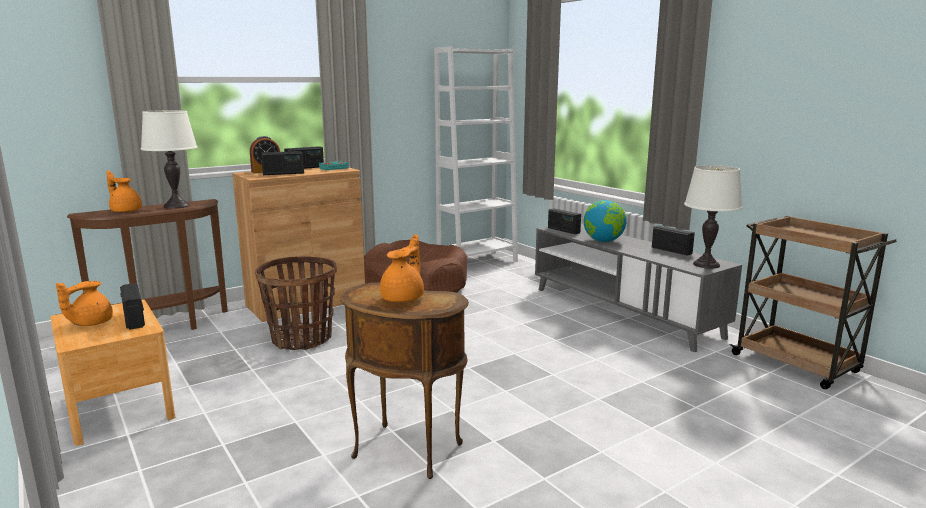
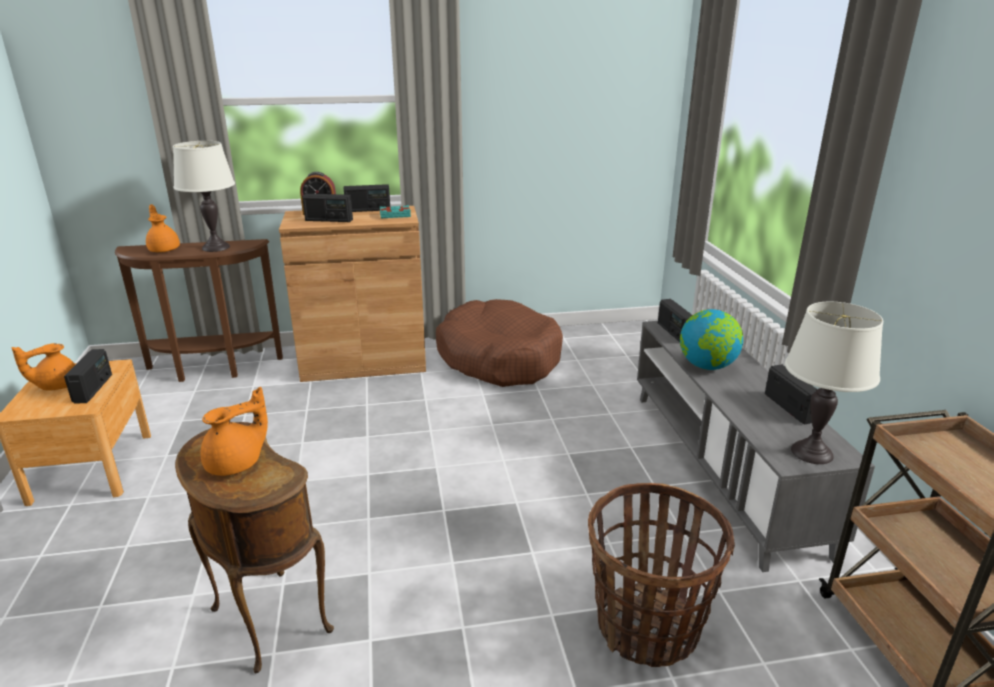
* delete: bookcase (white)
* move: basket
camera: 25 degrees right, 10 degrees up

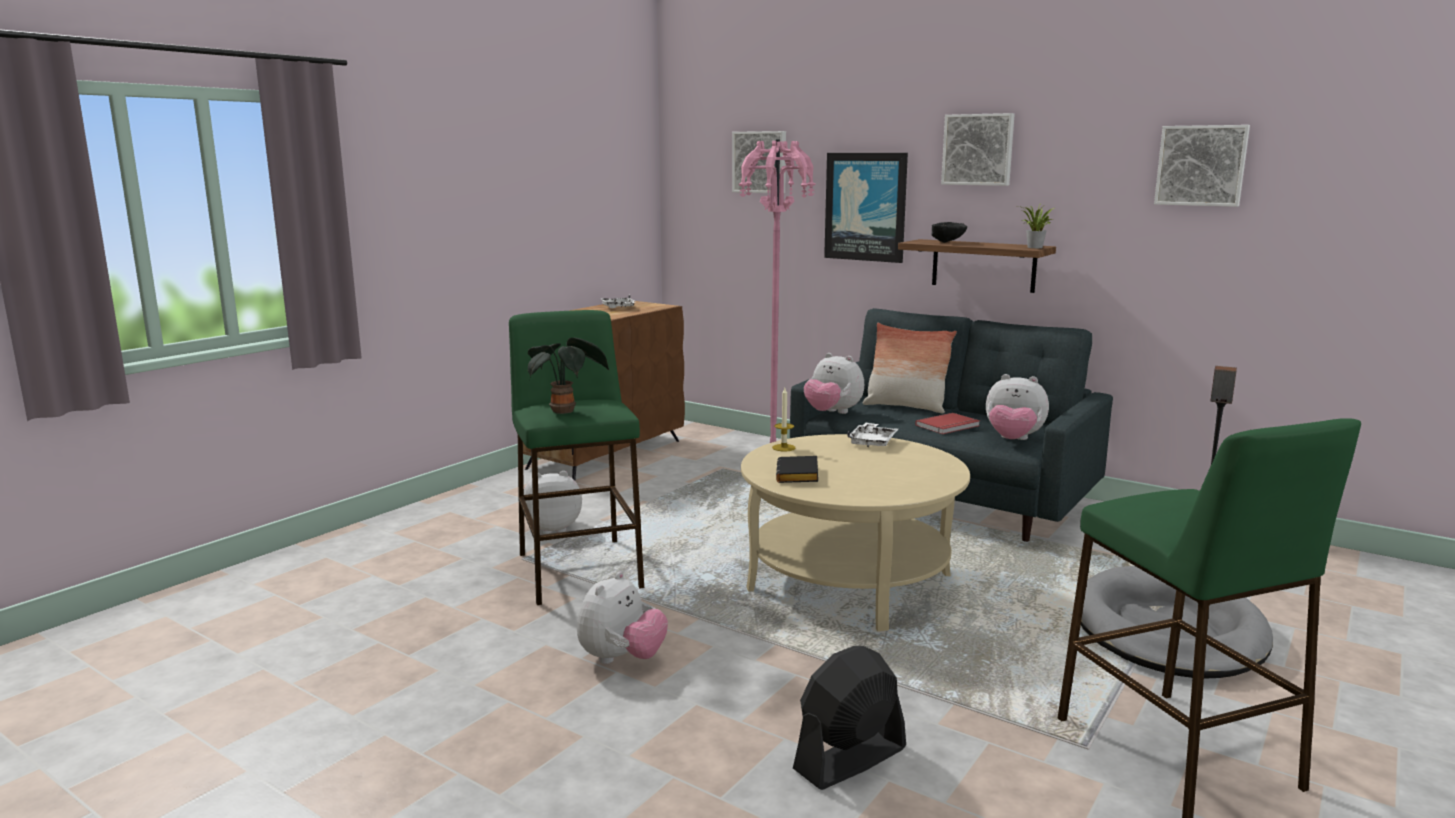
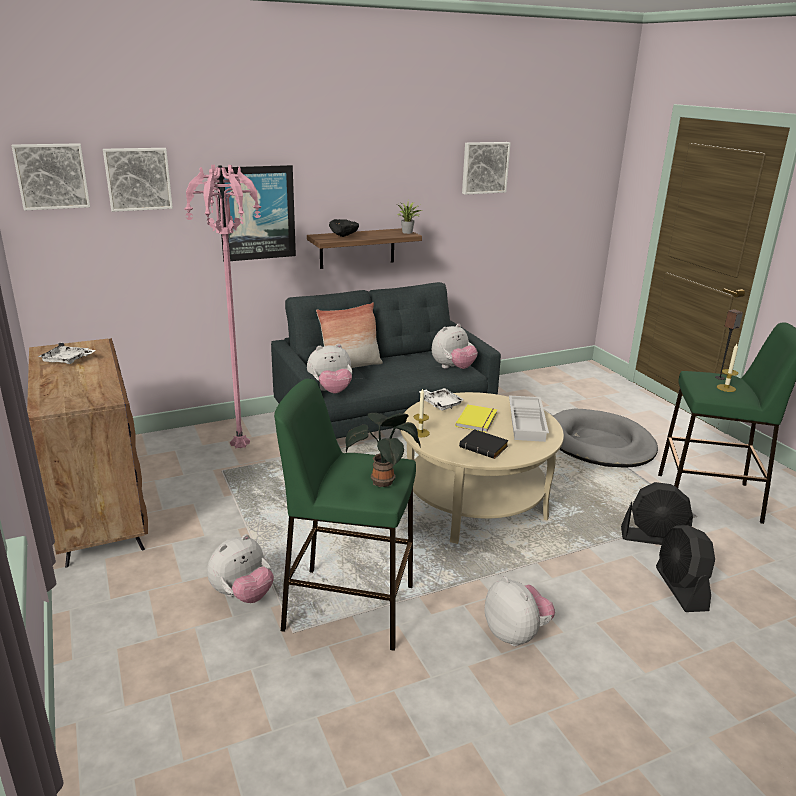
* move: picture (3rd from left in the first image) to picture (1st from left)
* delete: book (red)
* rotate: plush toy (1st from left) 150 degrees counterclockwise
* insert: candle (2nd from left)
* insert: tray (white) (3rd from left)
* insert: book (yellow)
* insert: fan (black) (1st from left)
camera: 60 degrees left, 10 degrees up

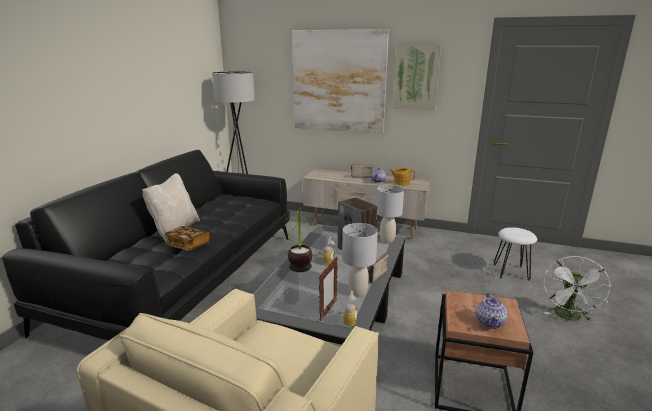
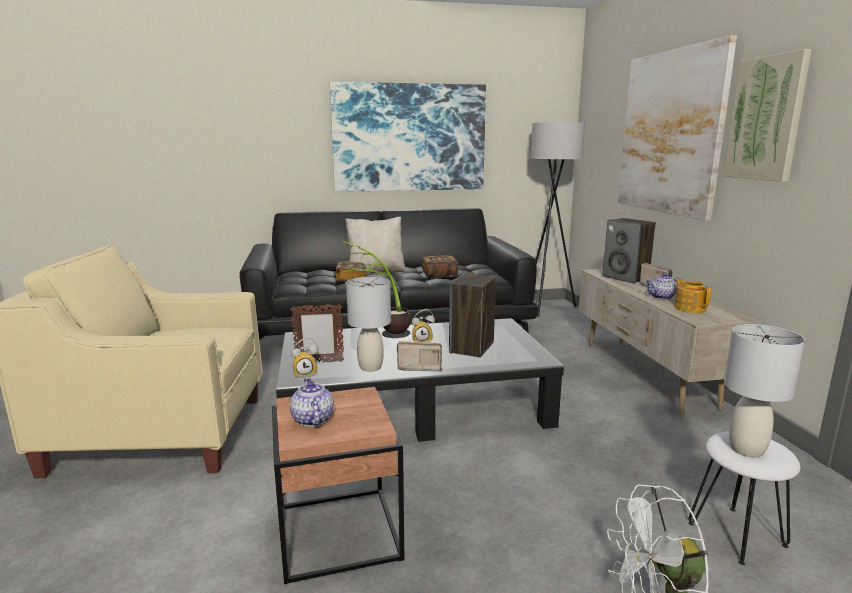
* move: table lamp (grey) (2nd from left)
* rotate: teapot (3rd from left in the first image) 90 degrees clockwise
* insert: picture (1st from left)
* insert: speaker (2nd from left)
* insert: book (2nd from left)
camera: 60 degrees right, 5 degrees down

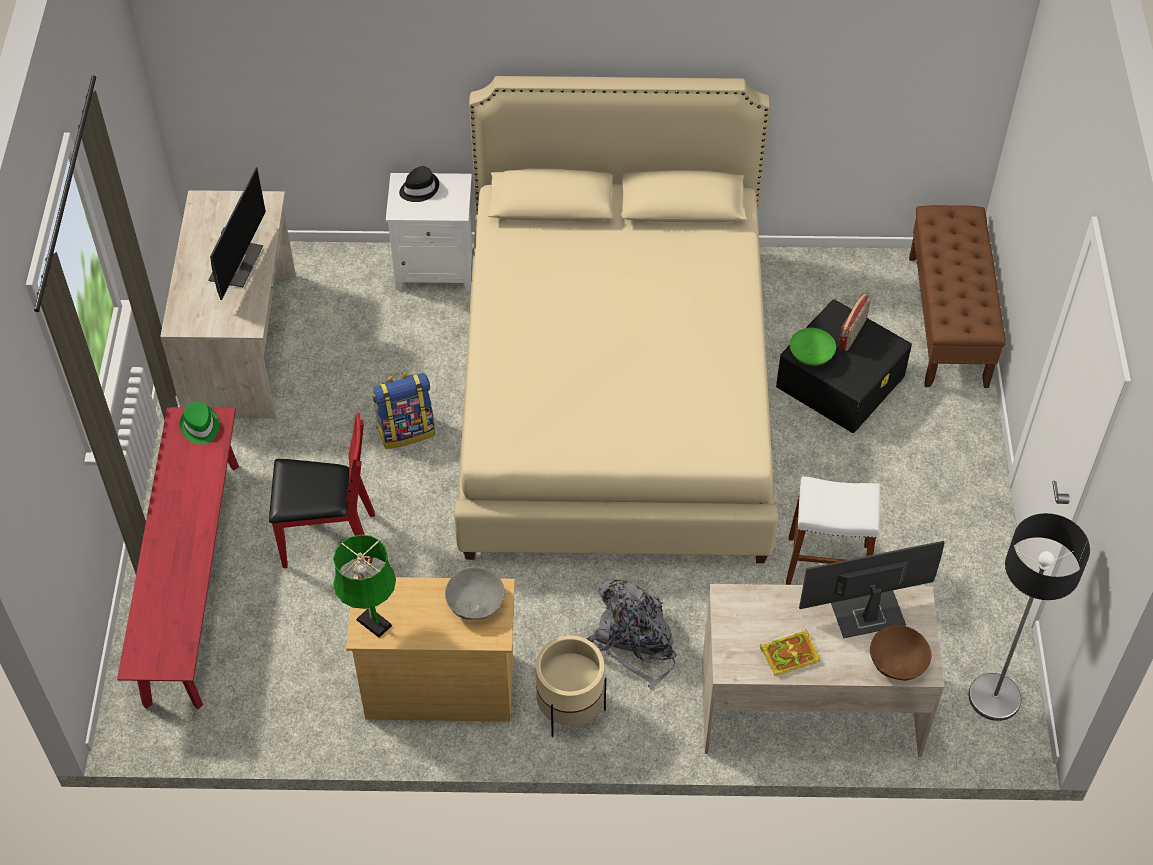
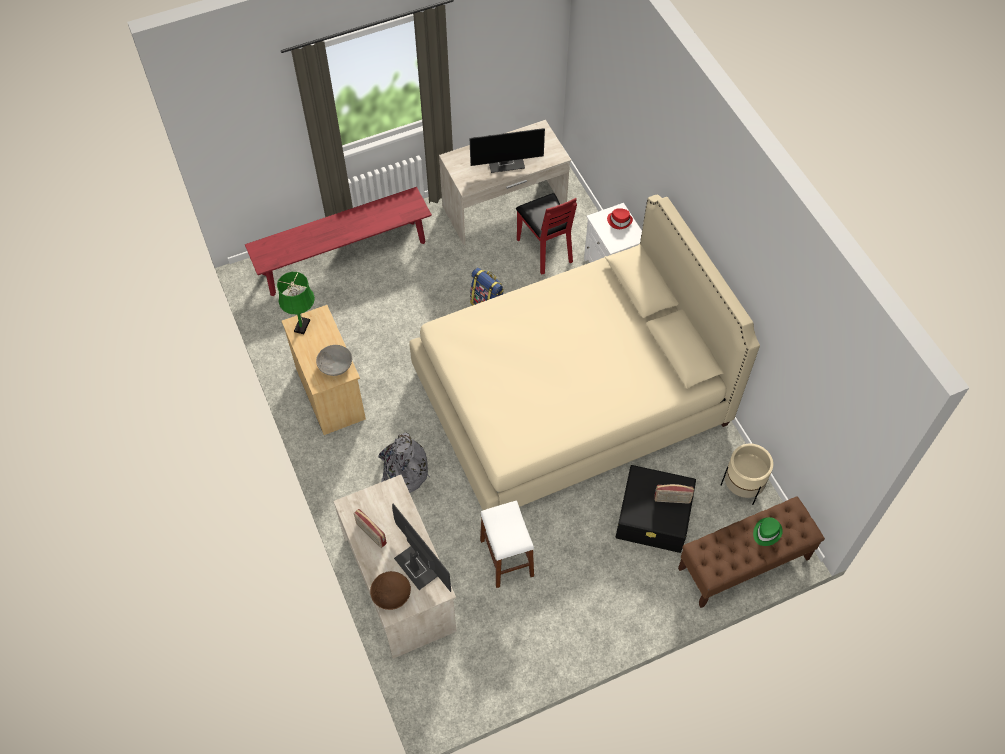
* recolor: hat (black) to hat (red)
* delete: bowl (green)
* move: hat (green)
* move: chair (red)
* delete: floor lamp
* replace: book to radio (1st from left)
* move: planter (beige)
camera: 65 degrees right, 5 degrees up

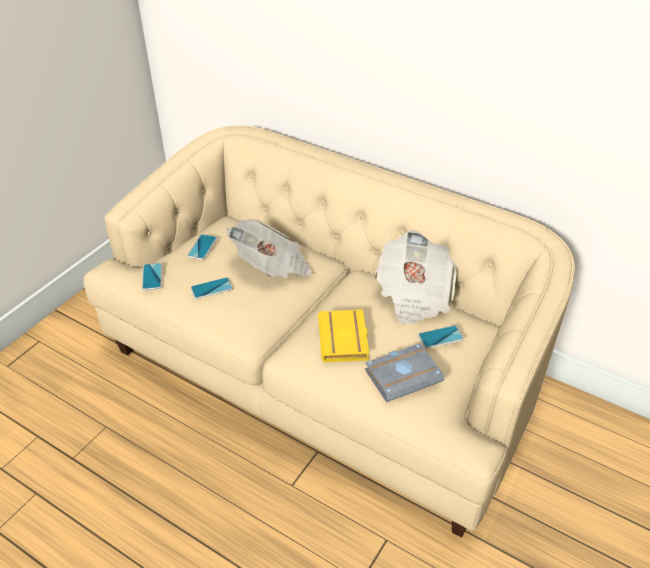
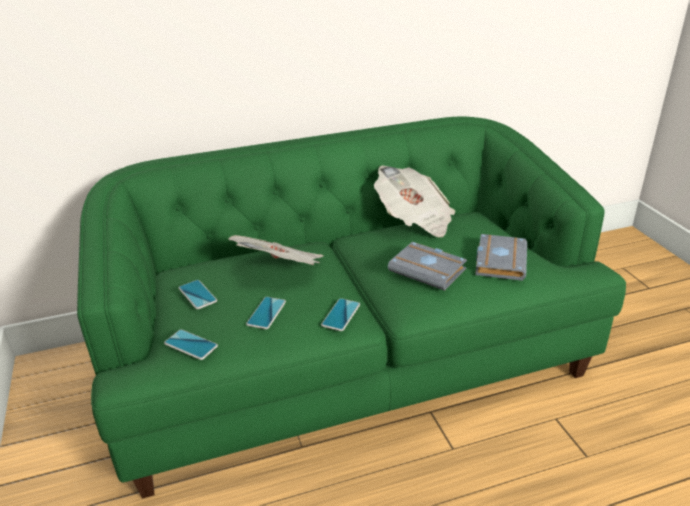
* recolor: sofa (beige) to sofa (green)
* recolor: book (yellow) to book (grey) (1st from left)
* move: phone (4th from left)
camera: 50 degrees left, 10 degrees down

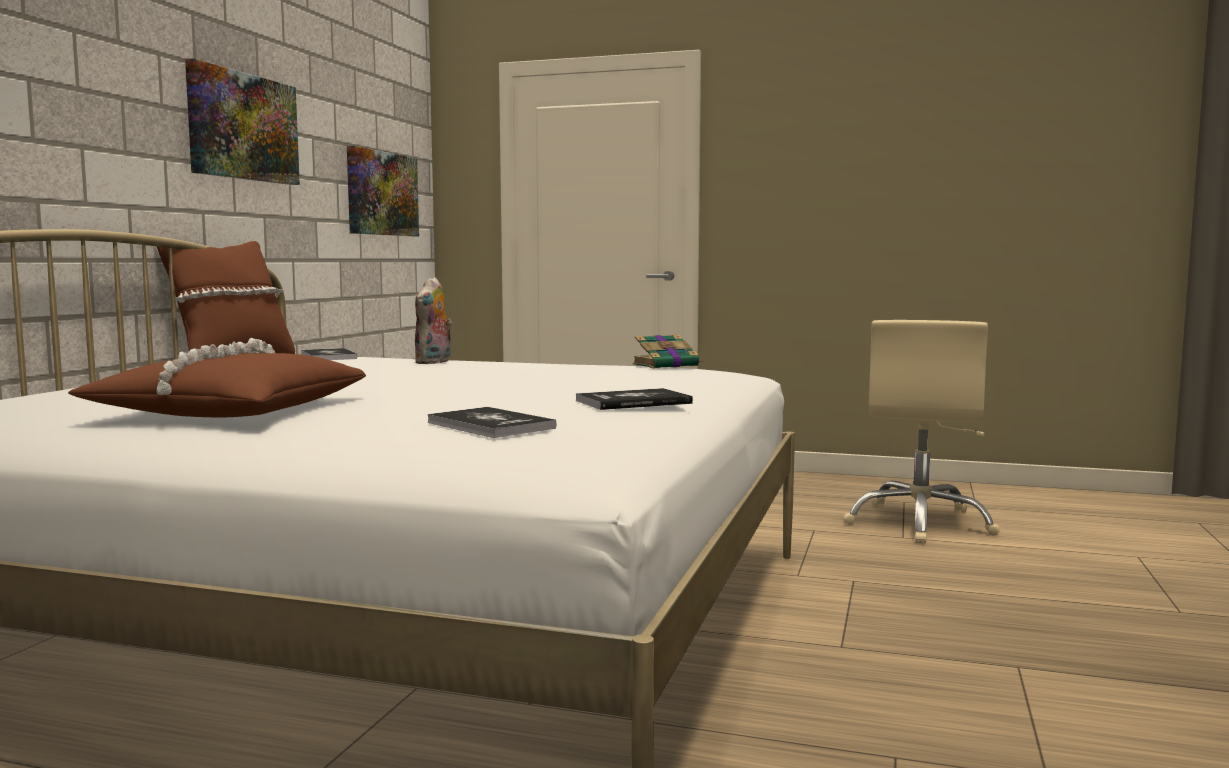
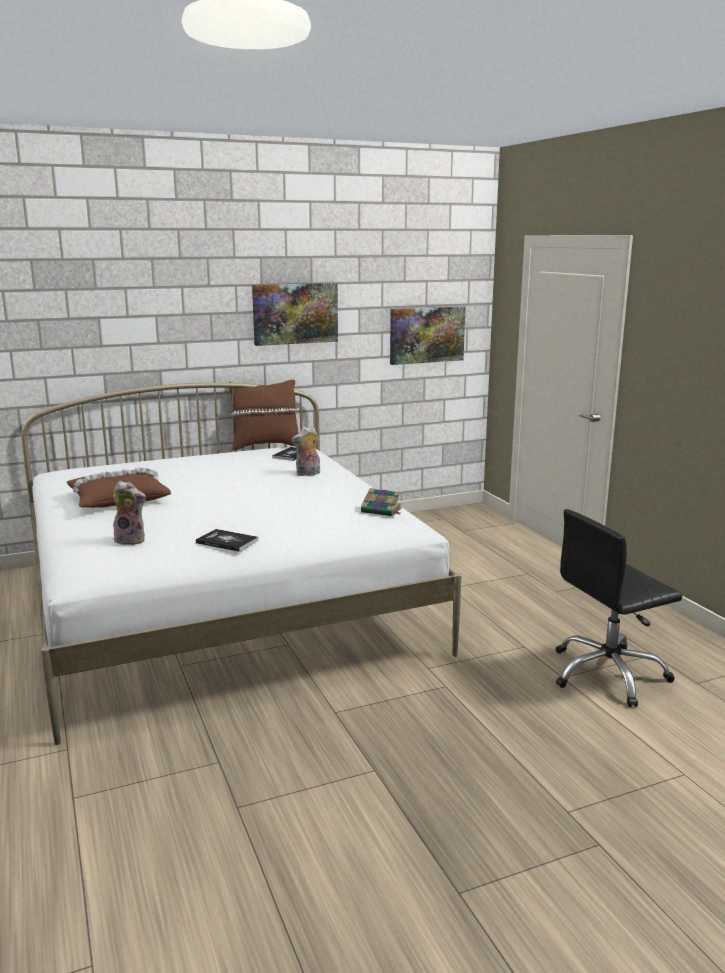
* recolor: office chair (beige) to office chair (black)
* replace: book (2nd from left) to plush toy (1st from left)
camera: 50 degrees right, 10 degrees up

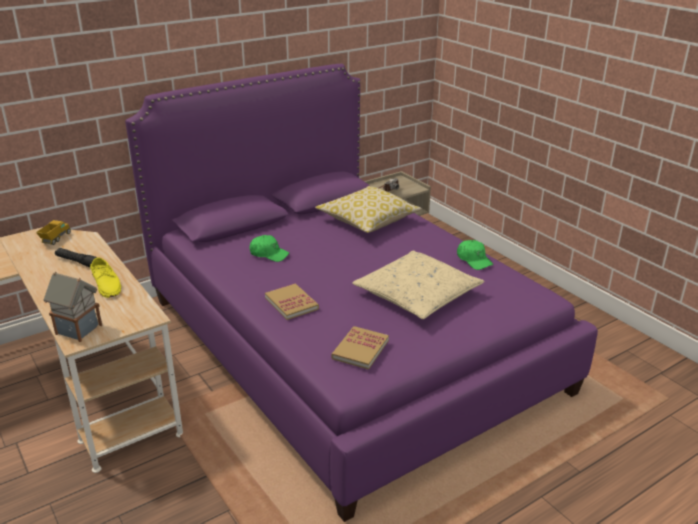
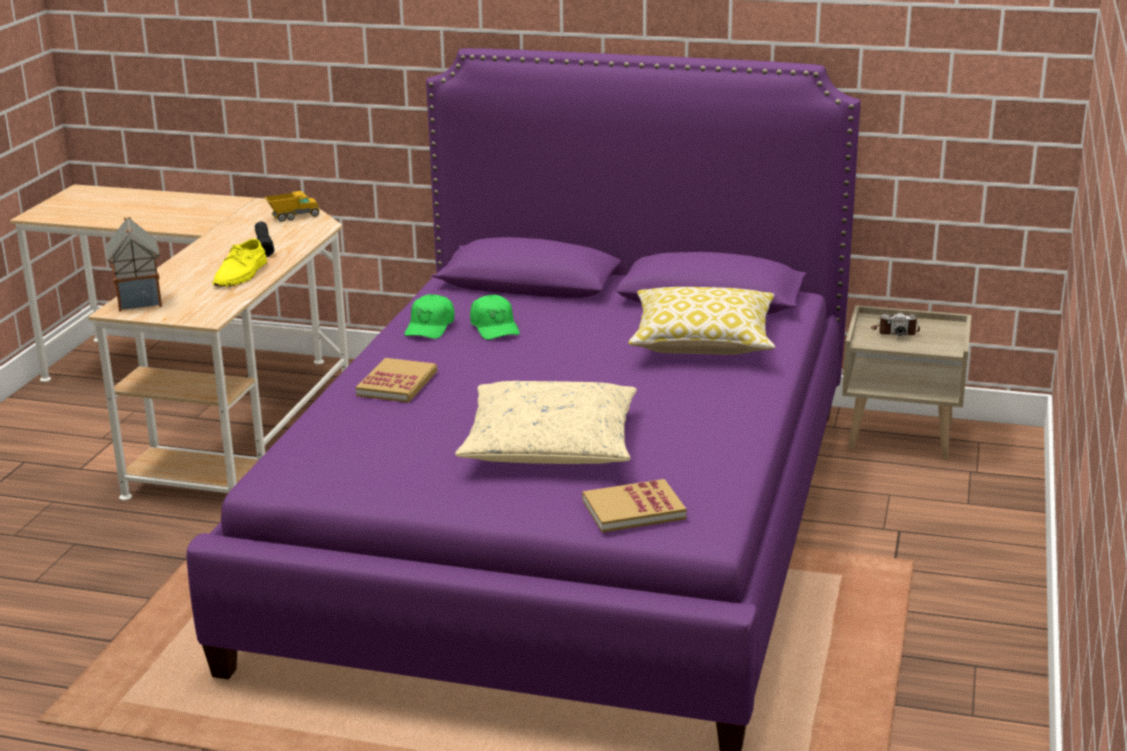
* move: cap (green) (2nd from left in the first image) to cap (green) (1st from left)
* move: book (2nd from left)
camera: 50 degrees right, 5 degrees down

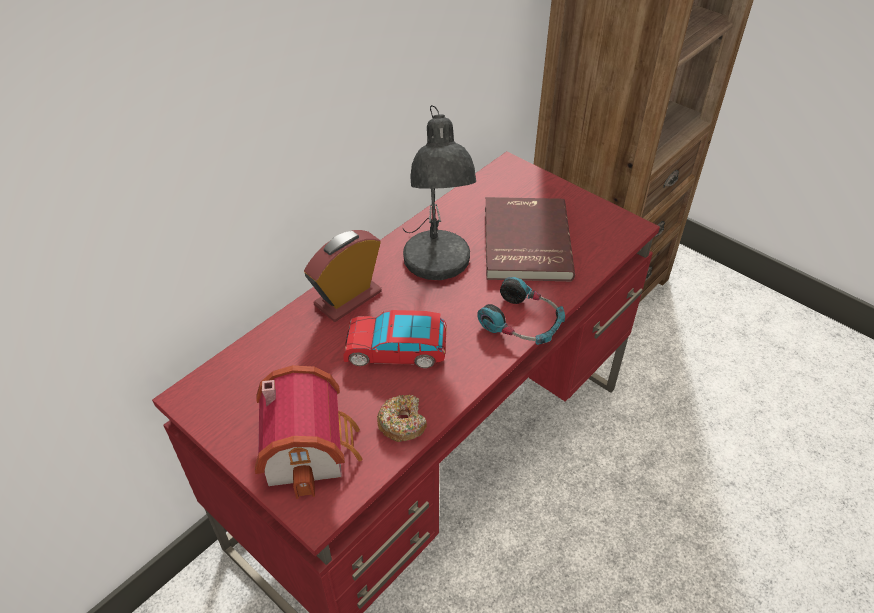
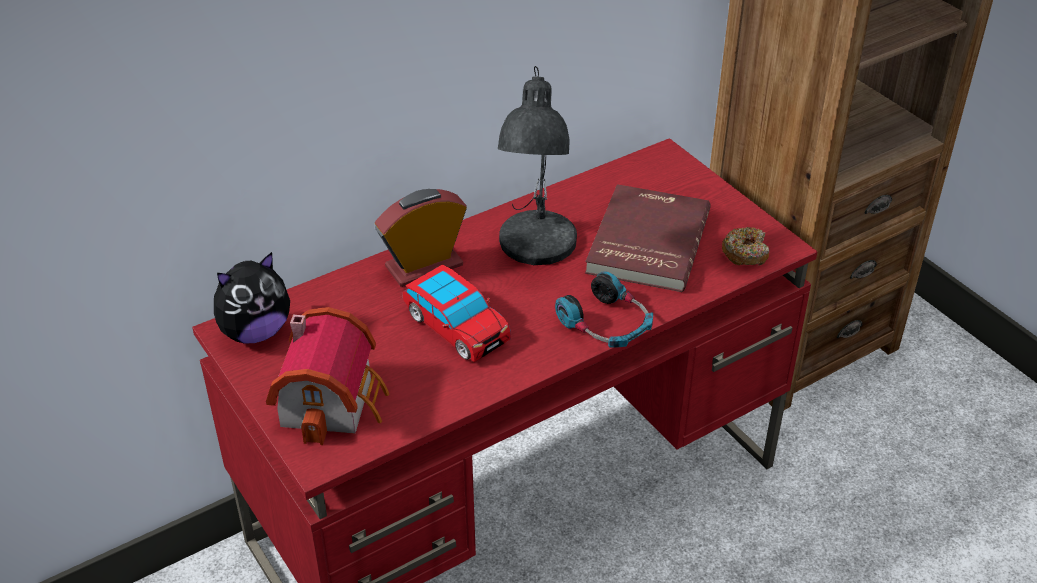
* rotate: toy car 150 degrees counterclockwise
* move: donut
* insert: plush toy
camera: 15 degrees right, 5 degrees down

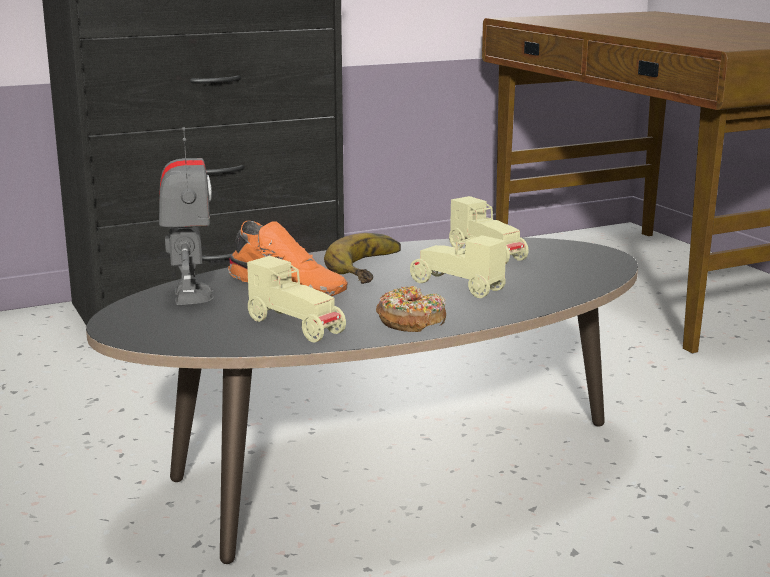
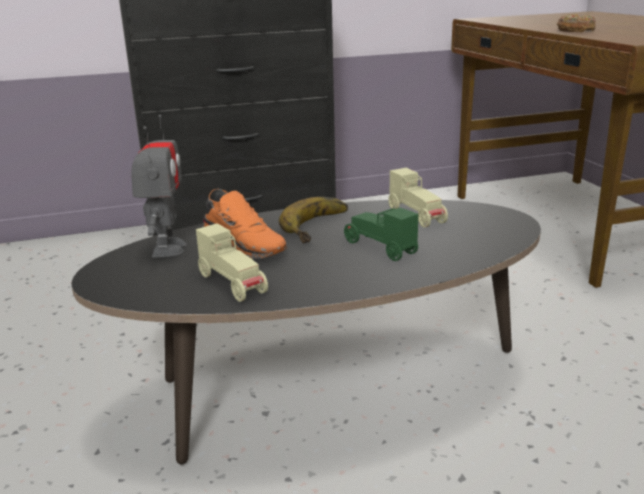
* recolor: toy car (beige) (2nd from left) to toy car (green)
* move: donut
camera: 10 degrees right, 5 degrees up

